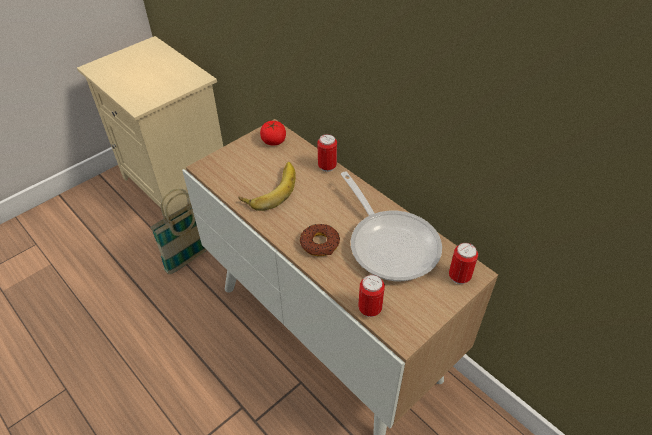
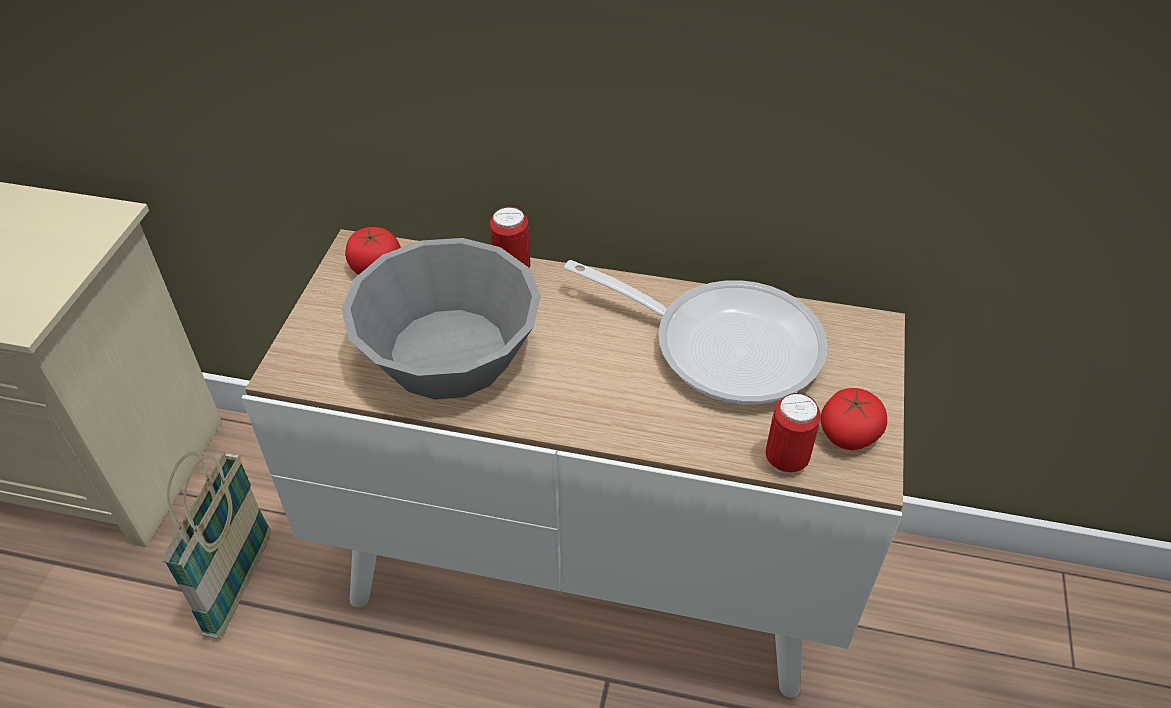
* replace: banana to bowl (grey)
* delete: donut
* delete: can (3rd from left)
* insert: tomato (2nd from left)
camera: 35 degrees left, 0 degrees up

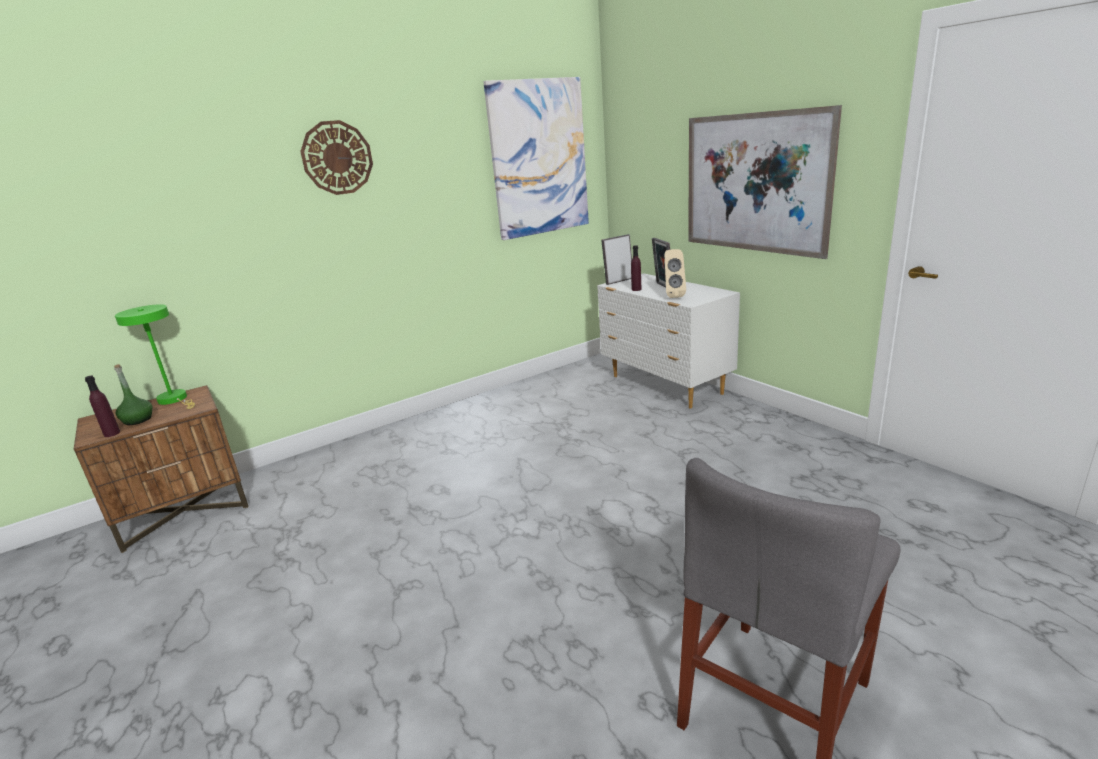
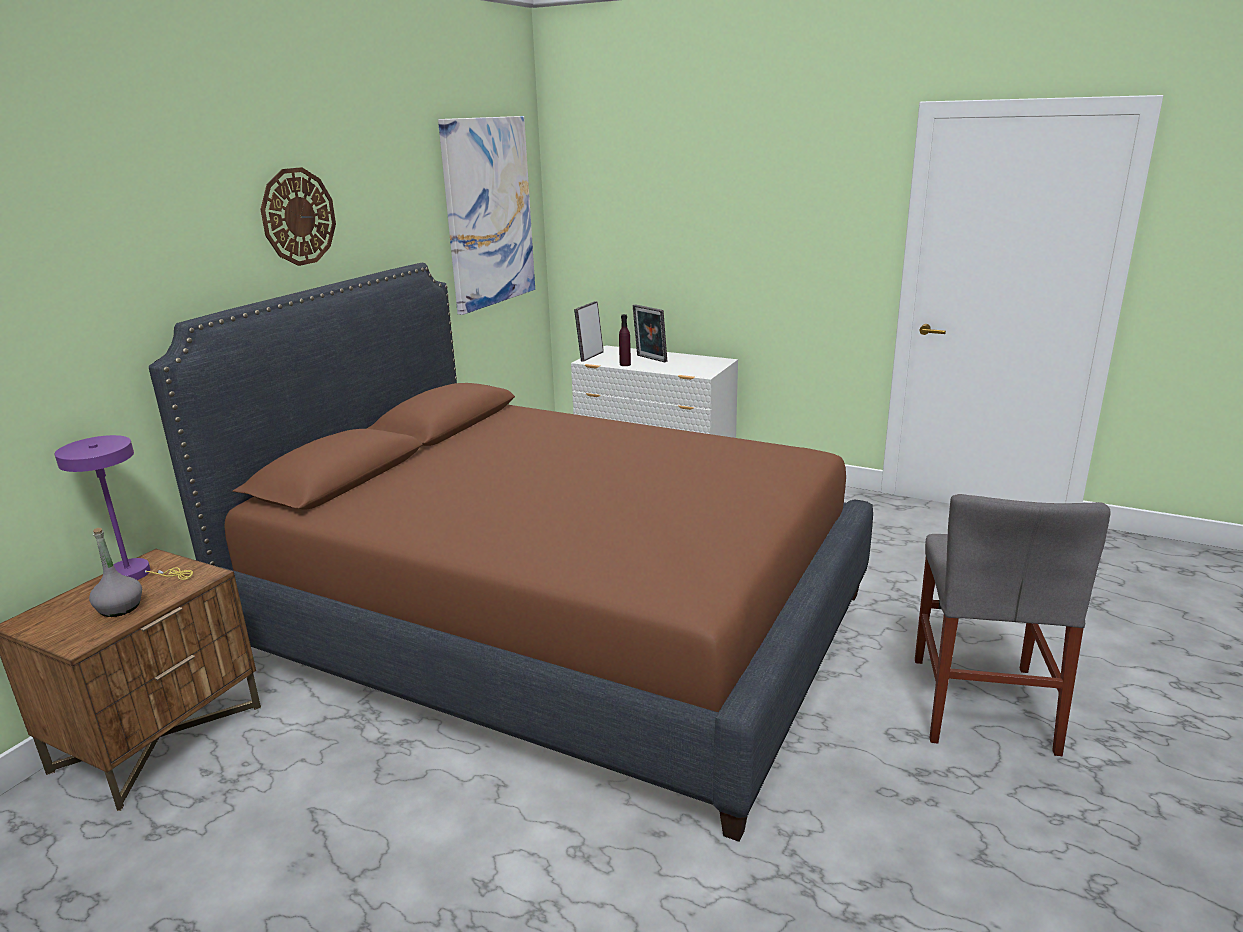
* delete: picture (2nd from left)
* delete: speaker (beige)
* recolor: table lamp (green) to table lamp (purple)
* recolor: bottle (green) to bottle (grey)
* delete: bottle (purple) (1st from left)
* insert: bed (brown)
camera: 30 degrees left, 0 degrees up

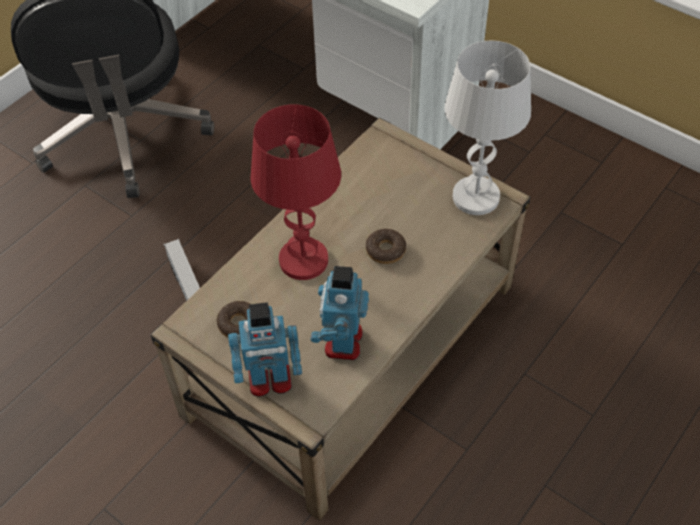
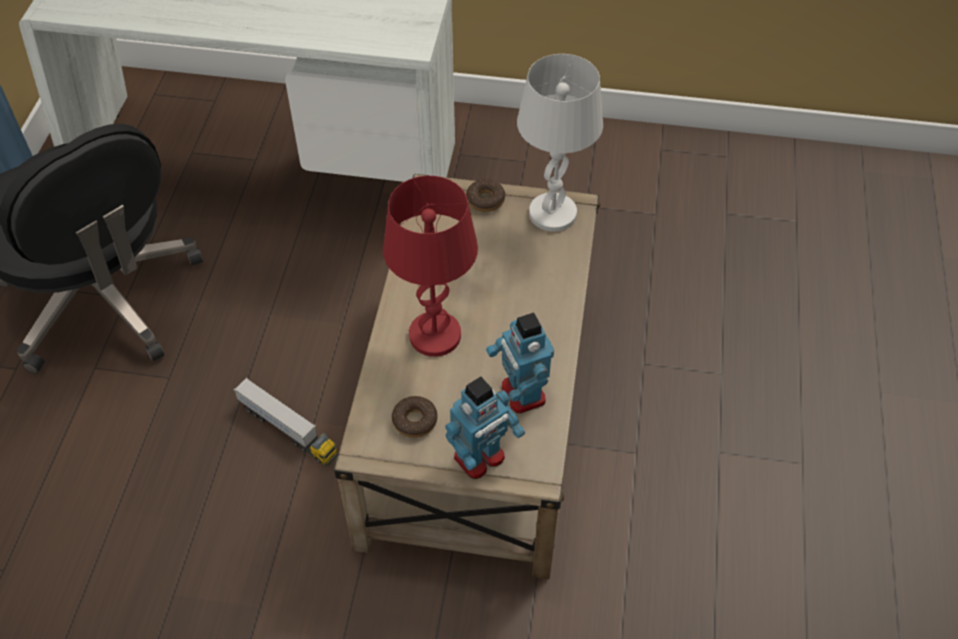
* move: donut (2nd from left)
camera: 30 degrees left, 0 degrees up

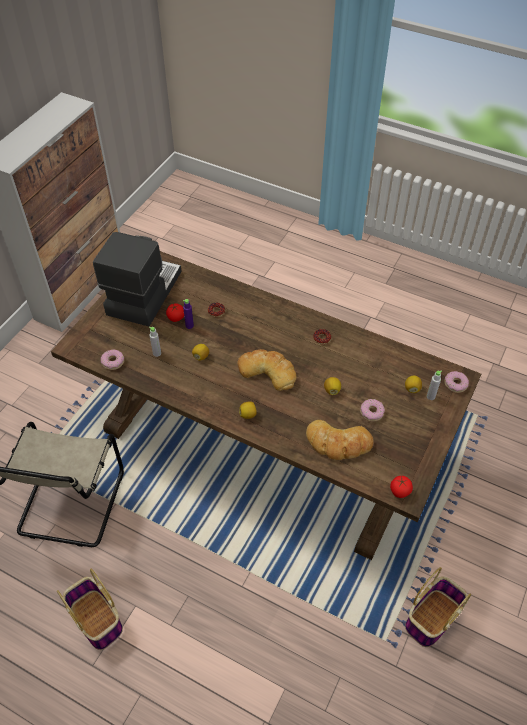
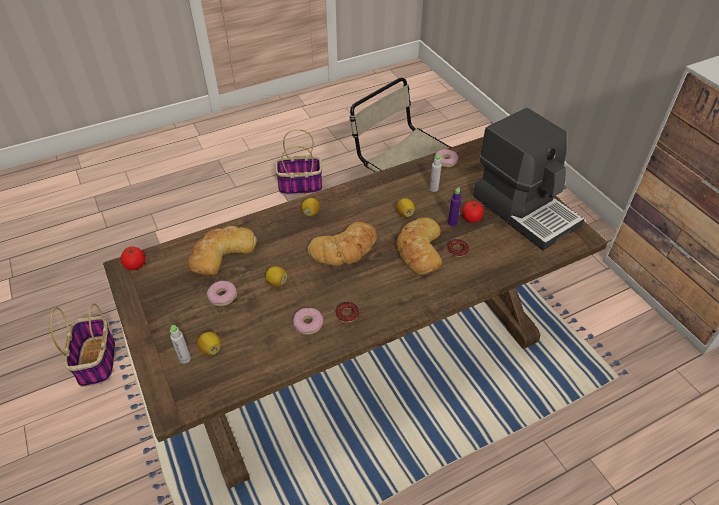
* move: donut (5th from left in the first image) to donut (2nd from left)
* insert: bread (3rd from left)
camera: 125 degrees right, 5 degrees down

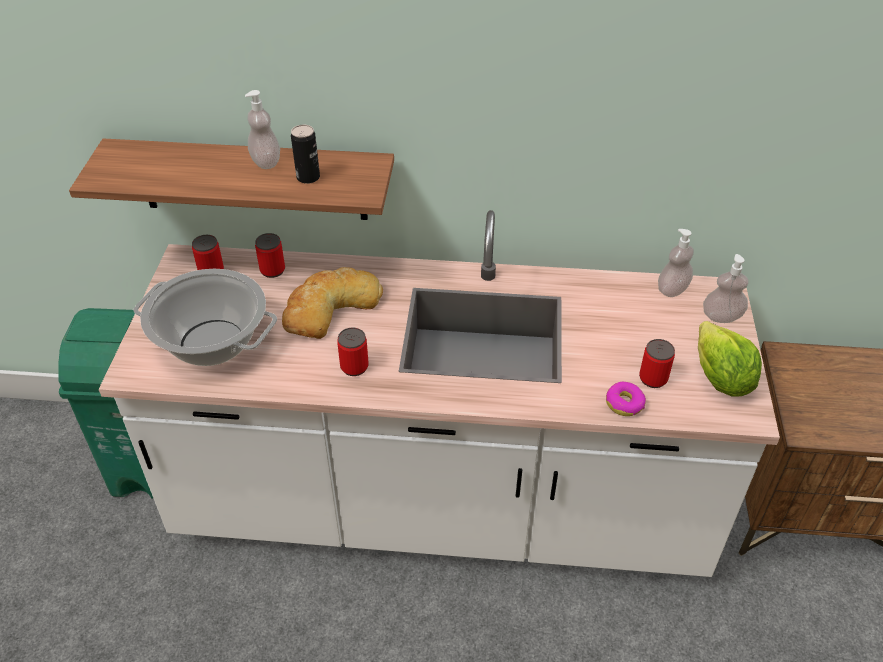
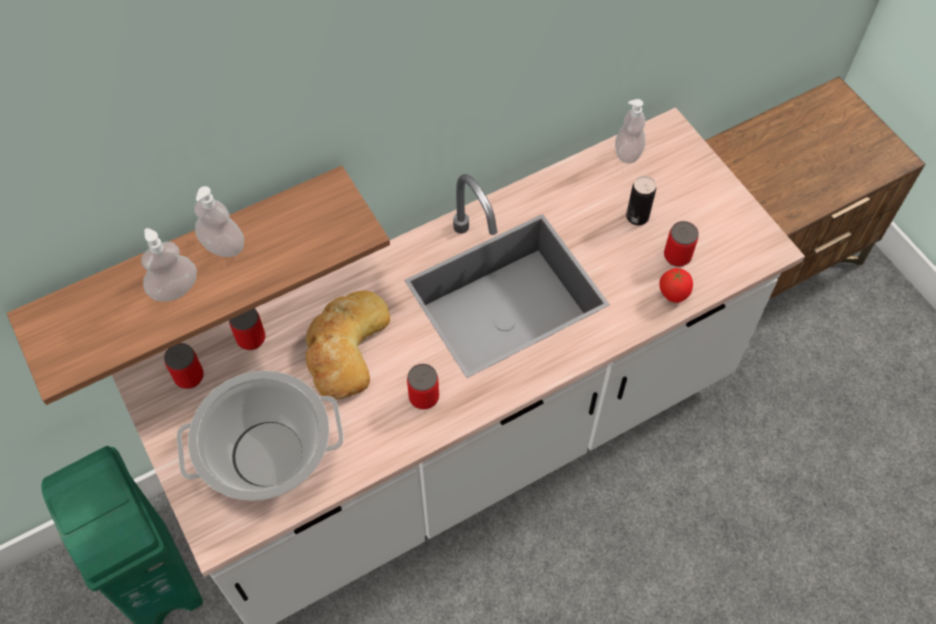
* move: can (3rd from left in the first image) to can (4th from left)
* move: soap dispenser (3rd from left in the first image) to soap dispenser (1st from left)
* delete: lettuce
* replace: donut to tomato
camera: 35 degrees left, 15 degrees up

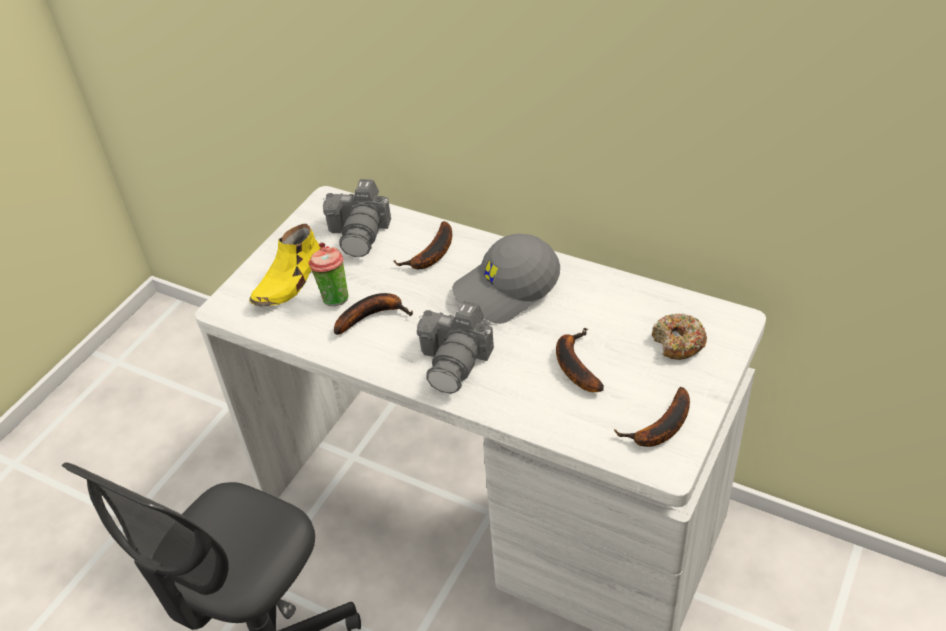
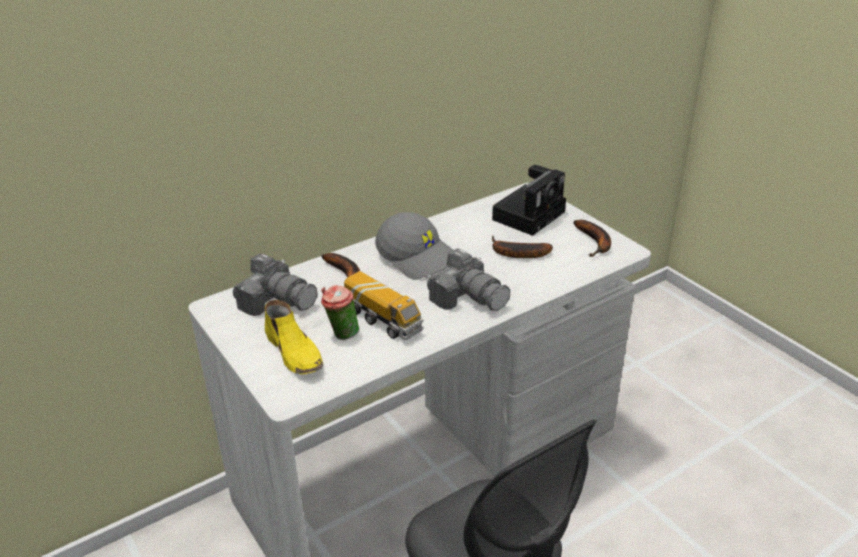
* rotate: cap (grey) 45 degrees counterclockwise
* replace: banana (1st from left) to toy truck
* replace: donut to photo camera (3rd from left)
camera: 65 degrees left, 10 degrees down

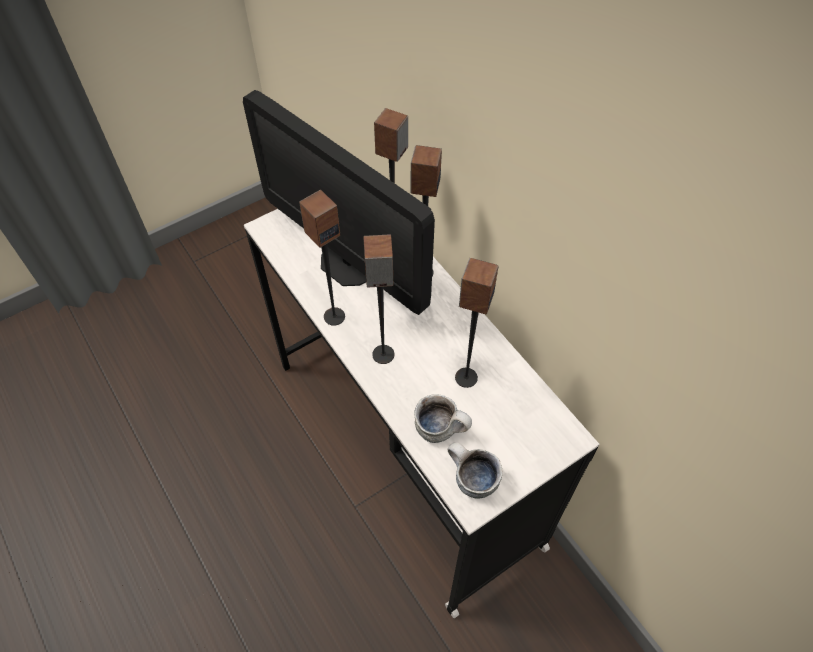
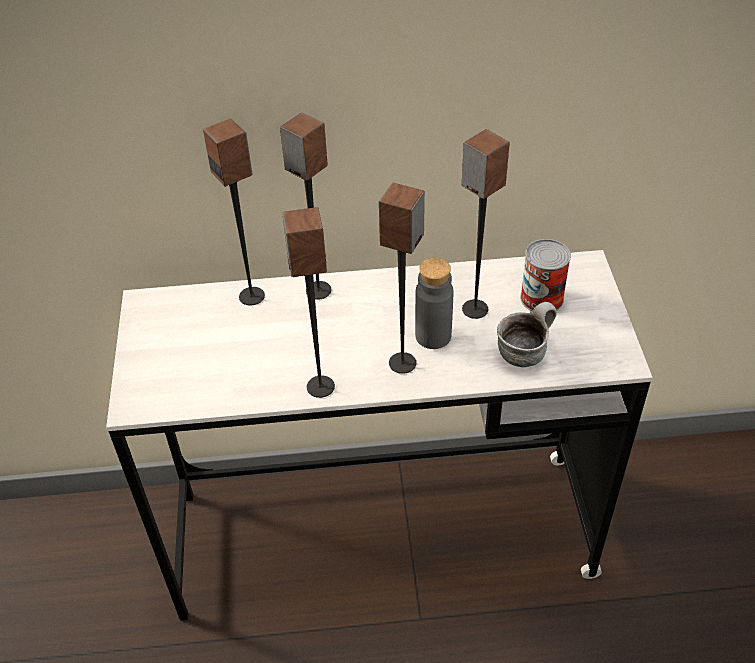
* delete: monitor
* delete: mug (2nd from left)
* insert: can
* insert: bottle (grey)
camera: 60 degrees left, 10 degrees down

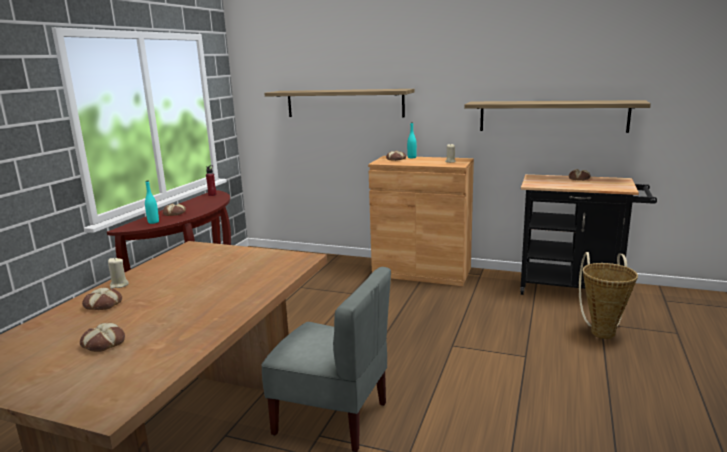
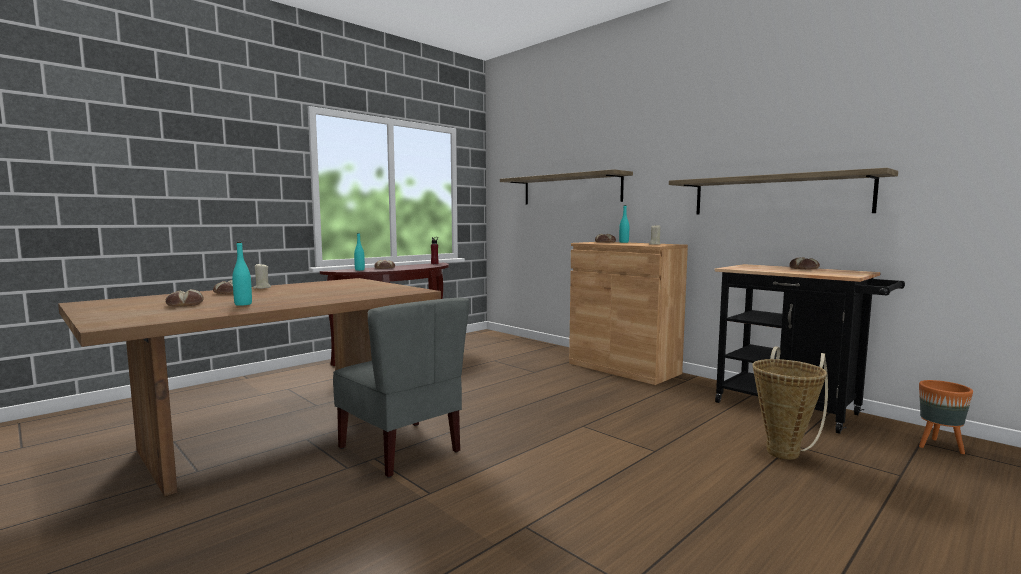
* insert: bottle (turquoise) (1st from left)
* insert: planter (orange)
camera: 25 degrees right, 10 degrees down

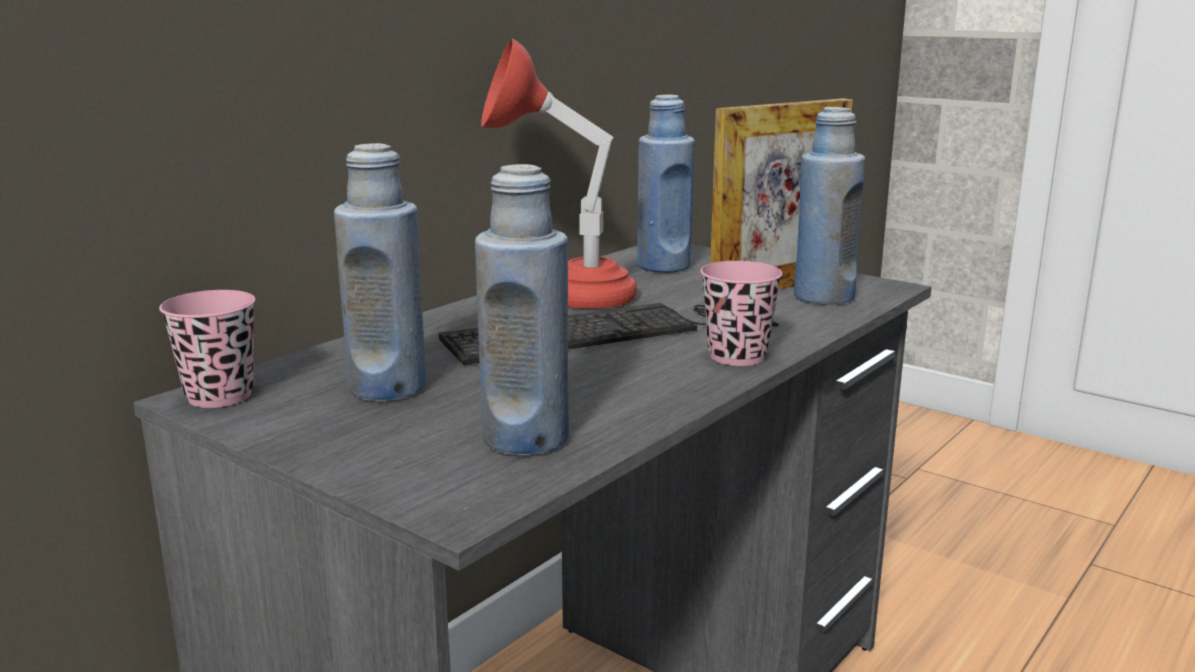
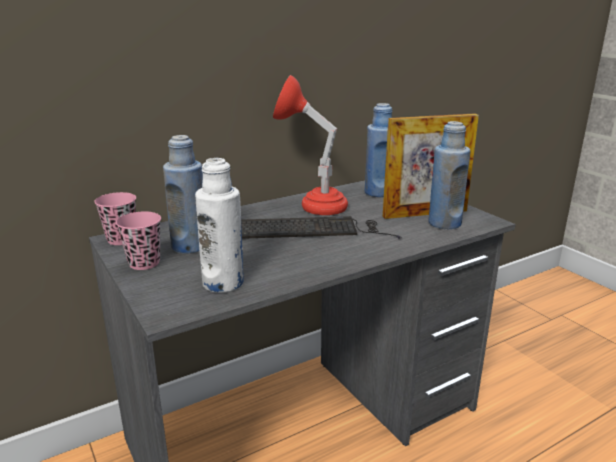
* recolor: bottle (blue) (2nd from left) to bottle (white)
* move: cup (pink) (2nd from left)
camera: 20 degrees right, 5 degrees up

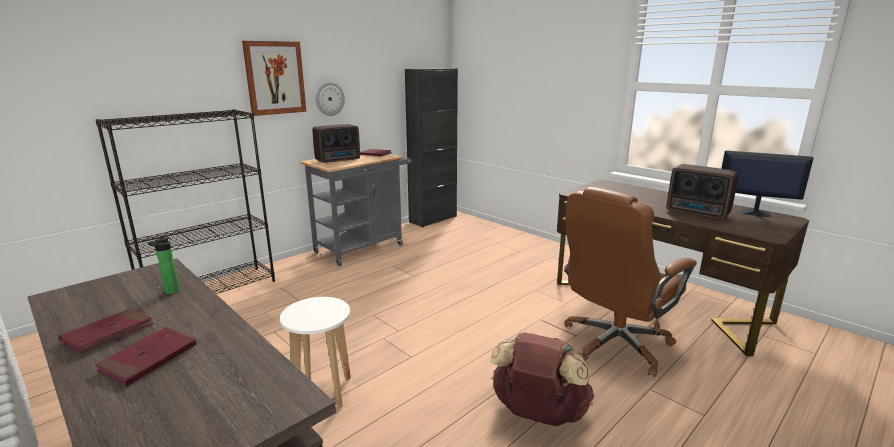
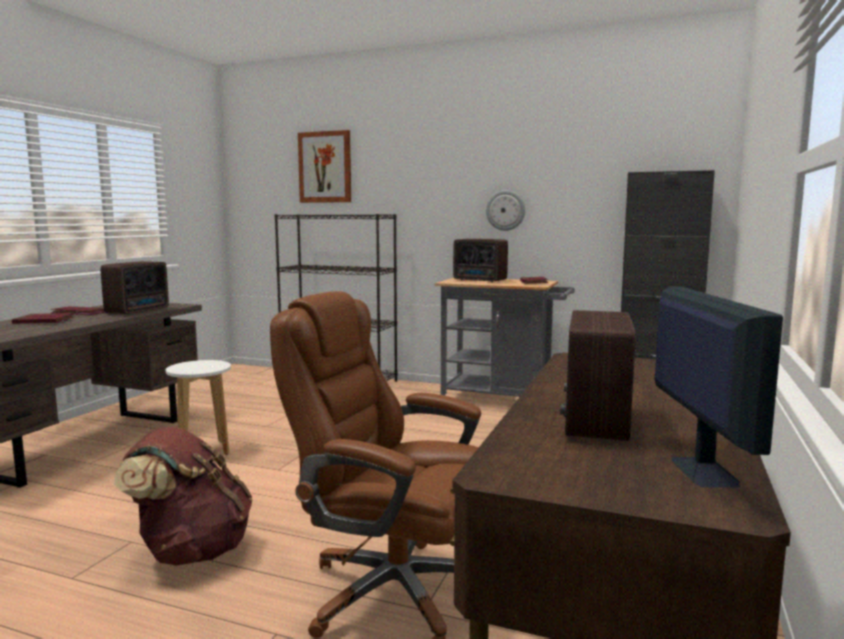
* move: picture
* replace: bottle to radio (1st from left)
camera: 65 degrees right, 10 degrees down

